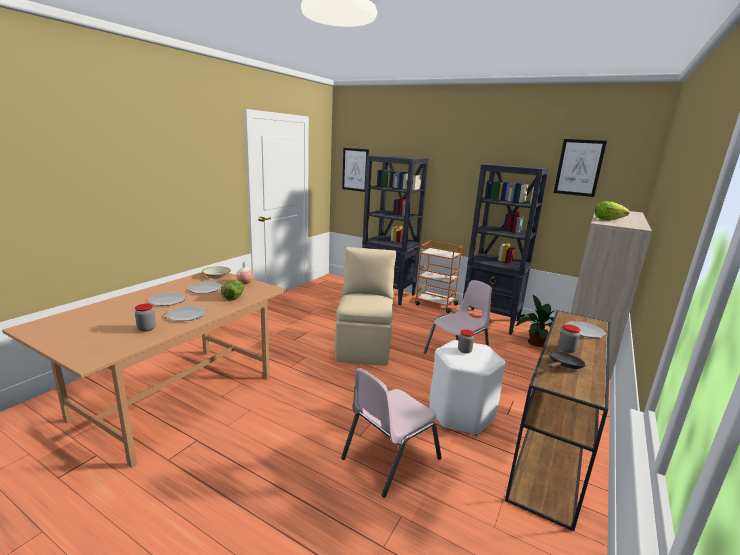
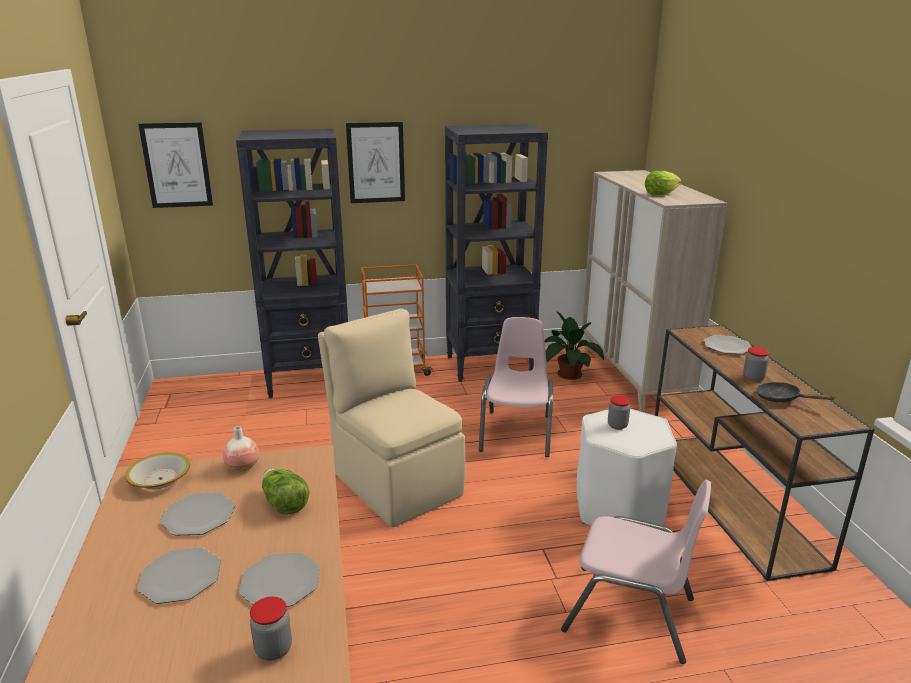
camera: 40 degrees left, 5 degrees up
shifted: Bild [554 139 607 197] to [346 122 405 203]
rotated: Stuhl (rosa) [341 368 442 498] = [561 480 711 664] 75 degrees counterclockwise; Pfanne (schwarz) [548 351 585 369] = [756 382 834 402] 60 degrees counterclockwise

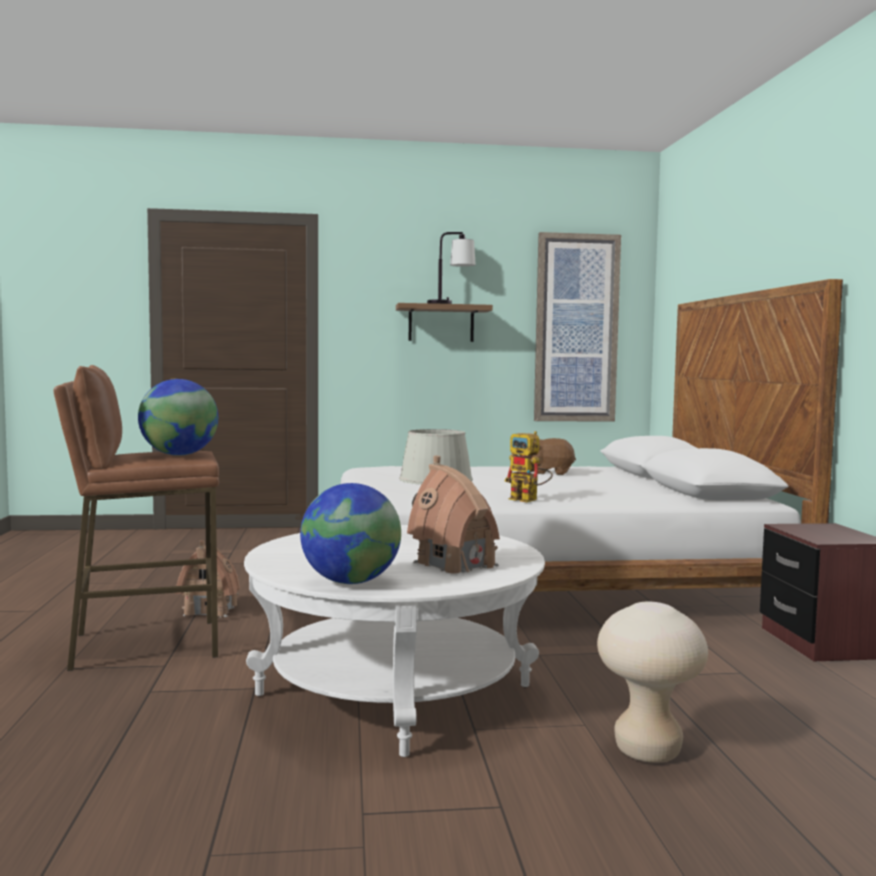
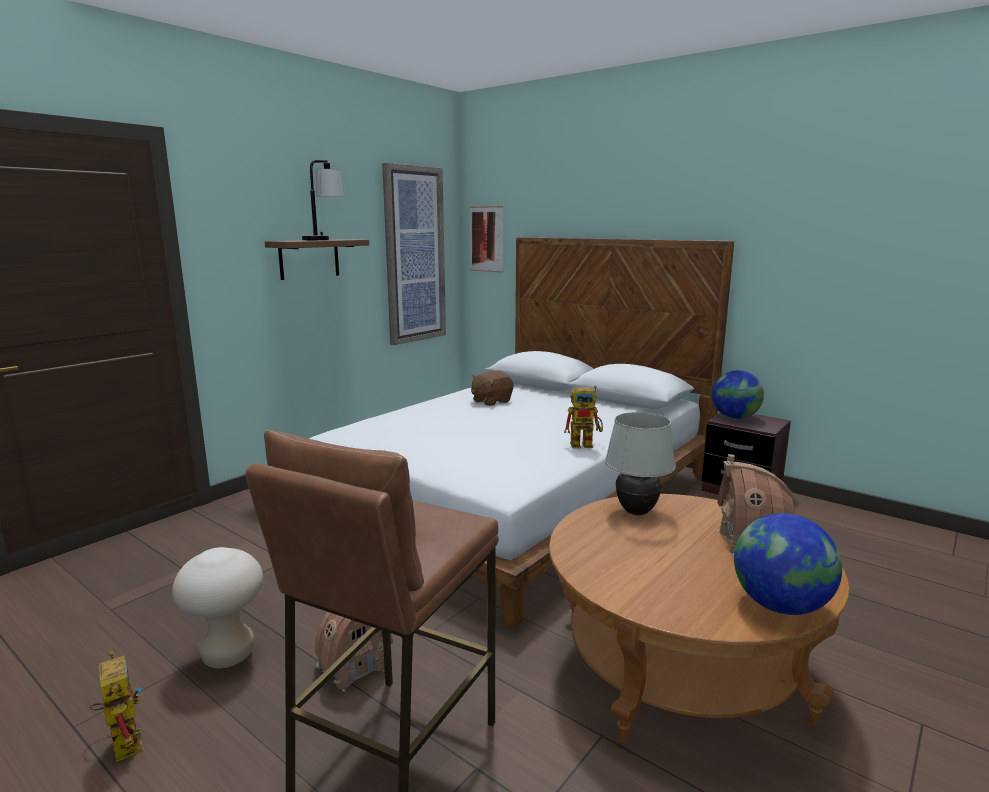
camera: 45 degrees left, 10 degrees up
new: Spielzeugroboter [90 651 143 762]; Bild [470 206 503 273]
shifted: Globus [138 379 218 456] to [712 370 764 419]; Hocker (beige) [597 602 708 763] to [172 547 263 668]
repainted: Couchtisch (weiß) [244 525 545 757] to Couchtisch (braun) [549 494 850 743]

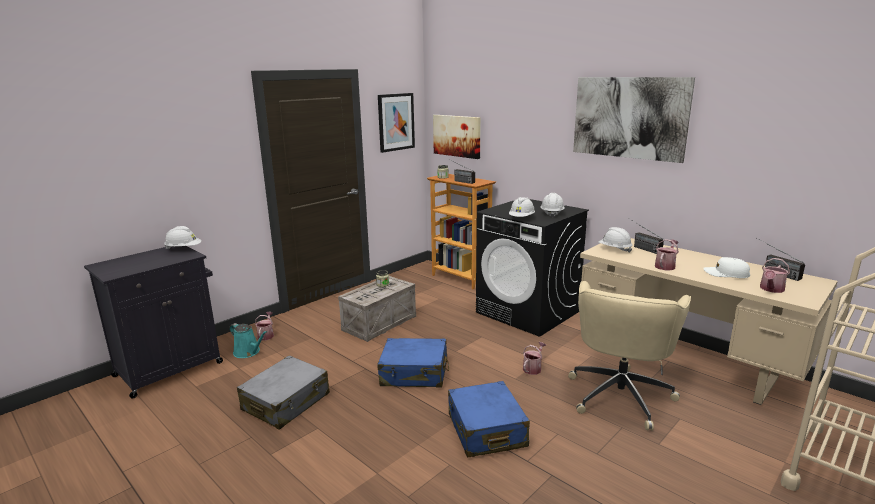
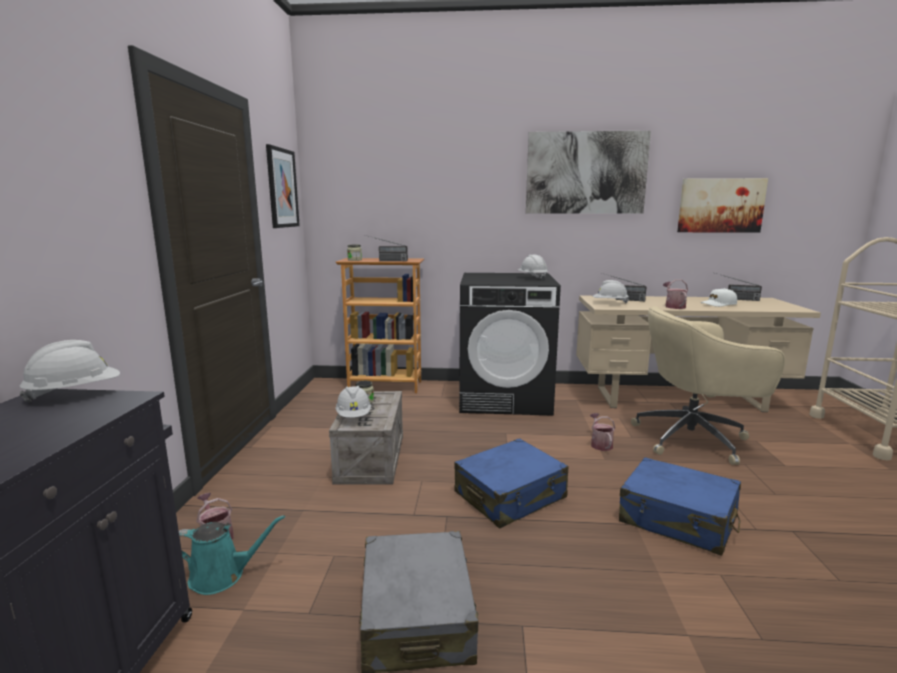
camera: 40 degrees left, 5 degrees down
gone: Gießkanne [760 258 790 293]
shifted: Bild [433 115 481 159] to [677 178 768 233]; Schutzhelm (weiß) [509 197 535 217] to [335 386 371 418]
rotated: Bürostuhl (beige) [568 281 691 431] = [631 306 785 465] 105 degrees clockwise

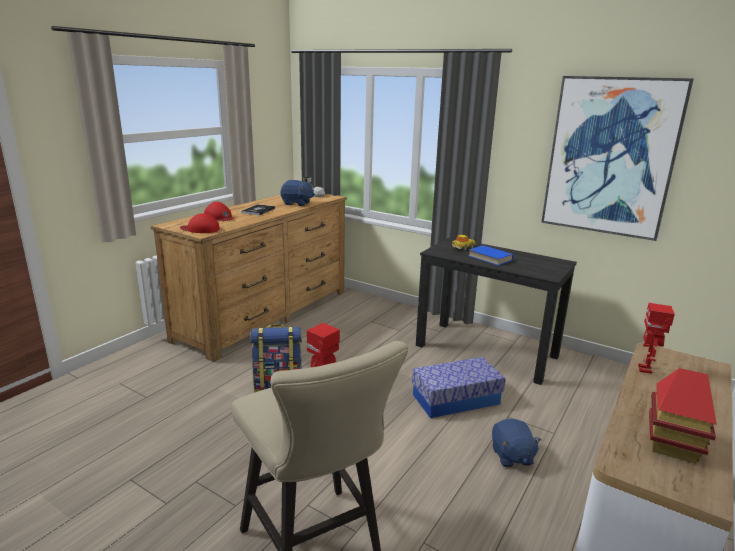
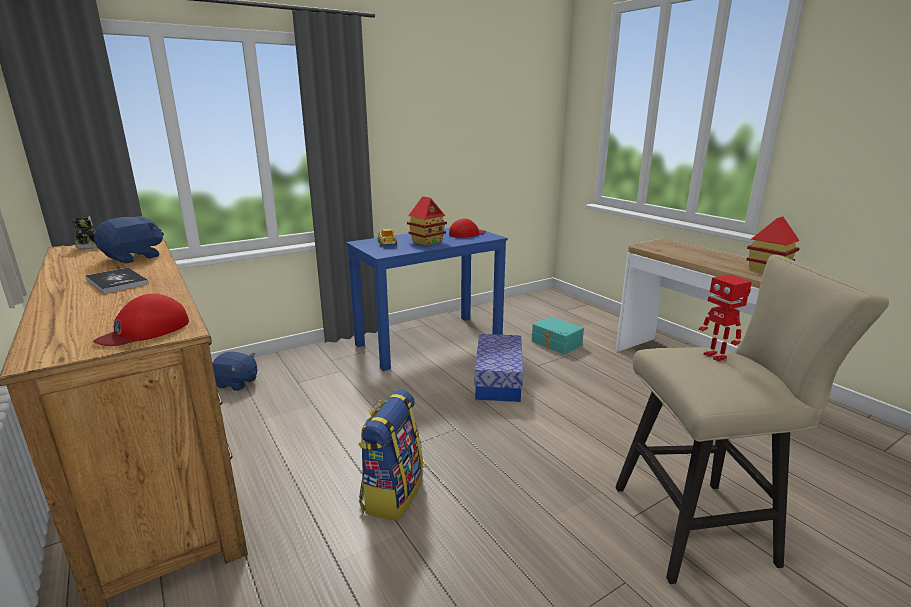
camera: 65 degrees left, 0 degrees up
gone: Bild [541 76 694 241]; Spielzeugroboter [638 303 675 374]
new: Aufbewahrungsbox (türkis) [532 317 584 354]
shifted: Kappe (rot) [204 202 235 221] to [449 218 486 238]; Plüschtier (blau) [492 419 542 467] to [212 352 257 391]
swapped: Buch (blau) [468 245 513 265] to Spielzeughaus [407 196 447 246]
repainted: Schreibtisch (schwarz) [416 238 577 385] to Schreibtisch (blau) [346 228 508 371]

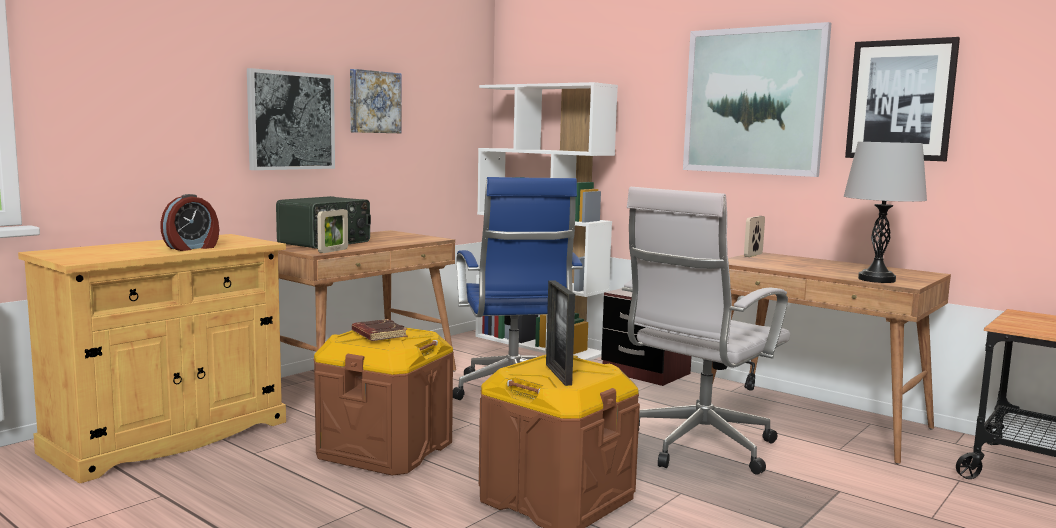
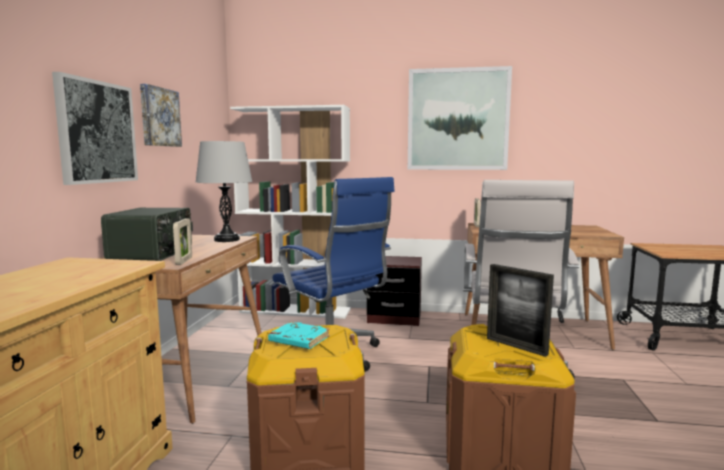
camera: 30 degrees left, 0 degrees up
gone: Wecker [160 194 219 251]; Bild [845 37 960 161]
shifted: Tischlampe (grau) [844 142 927 283] to [196 141 252 242]
repainted: Buch (braun) [352 319 407 341] to Buch (türkis) [268 322 330 349]

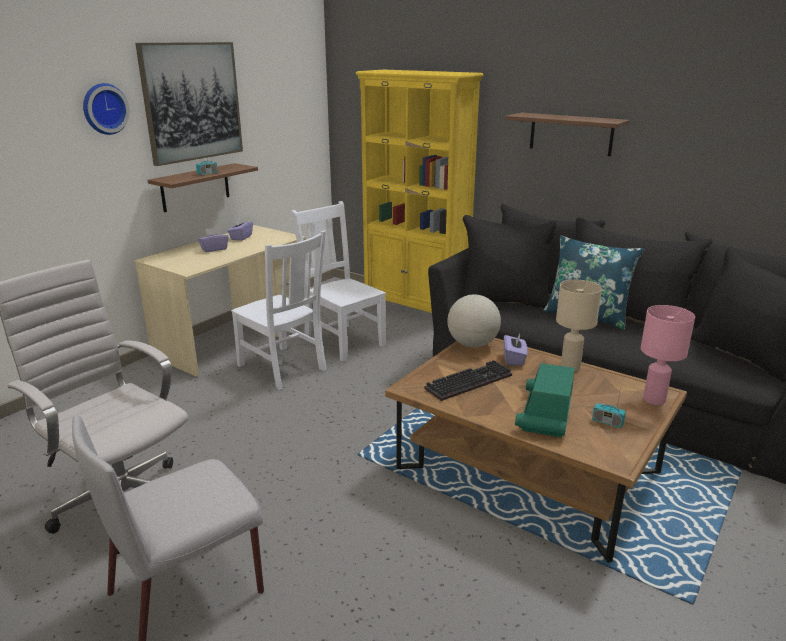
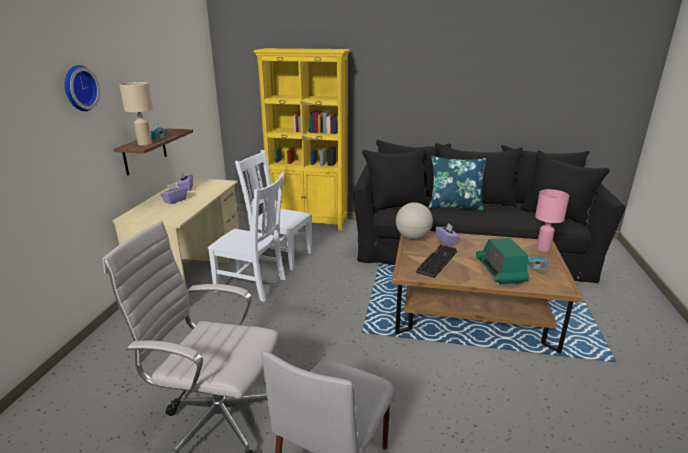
camera: 25 degrees left, 0 degrees up
gone: Bild [135 42 243 166]; Wandregal [505 113 630 156]
shifted: Tischlampe (beige) [556 280 602 371] to [119 82 153 146]

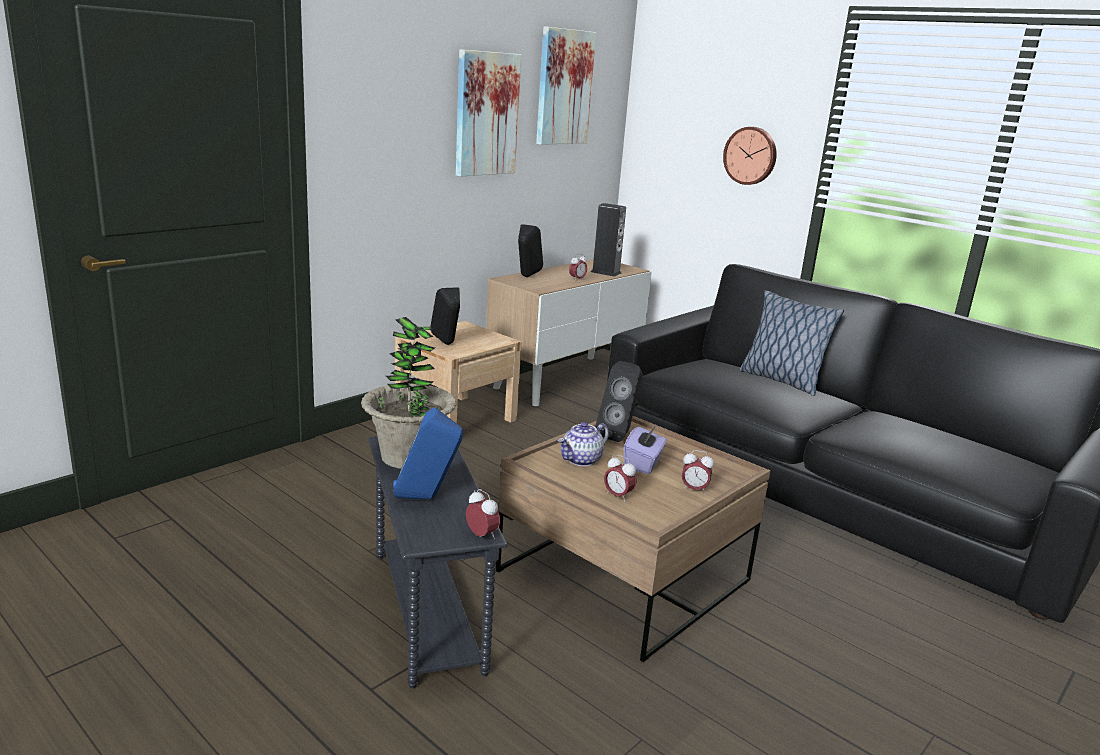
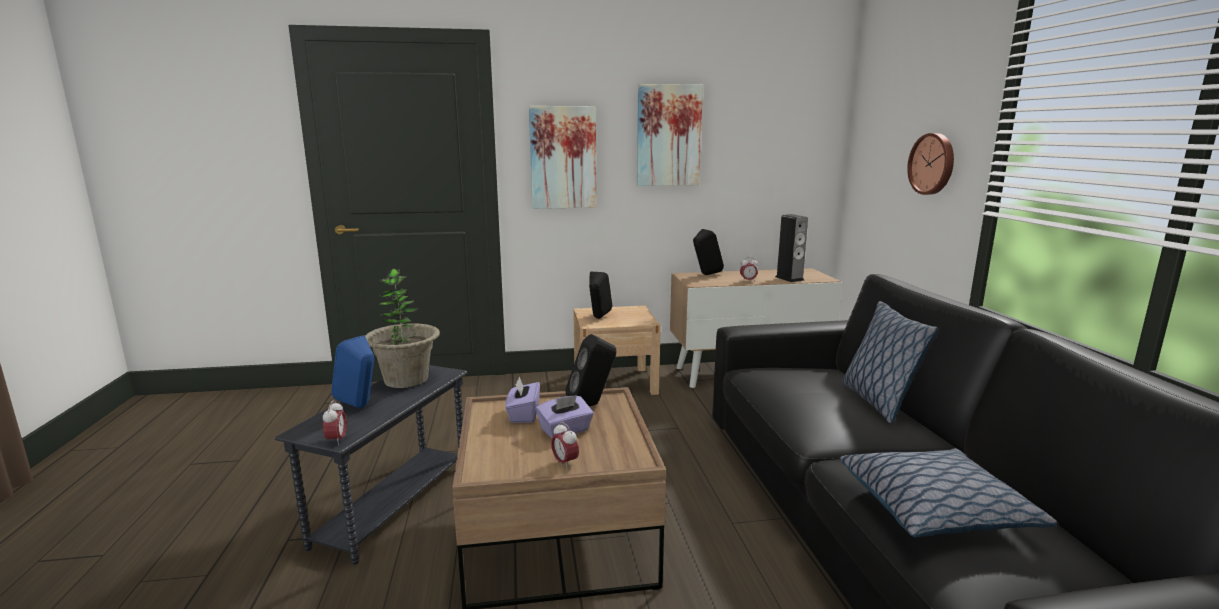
camera: 40 degrees right, 5 degrees down
gone: Wecker [604 455 637 502]
new: Kissen [840 448 1057 537]
shifted: Bild [536 27 596 145] to [529 106 596 209]
swapped: Teekanne [558 422 609 466] to Taschentuchbox (lila) [505 376 540 423]

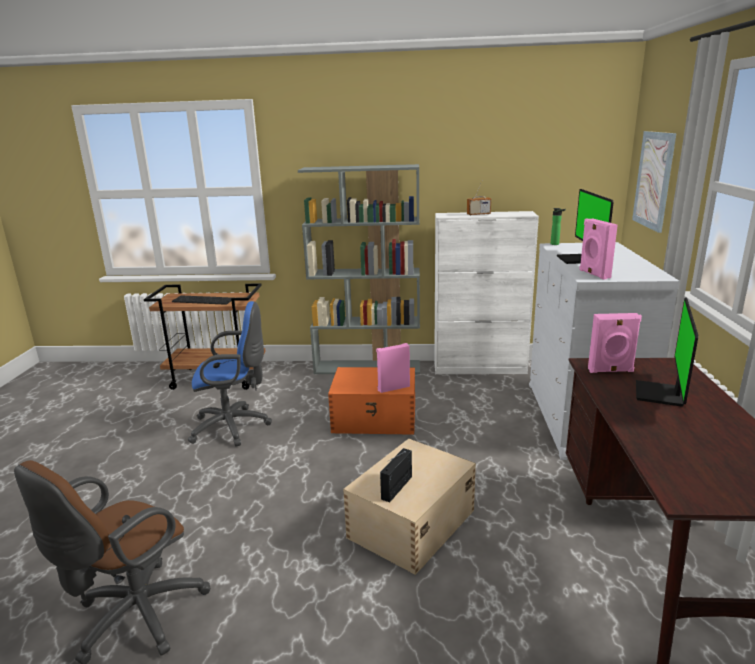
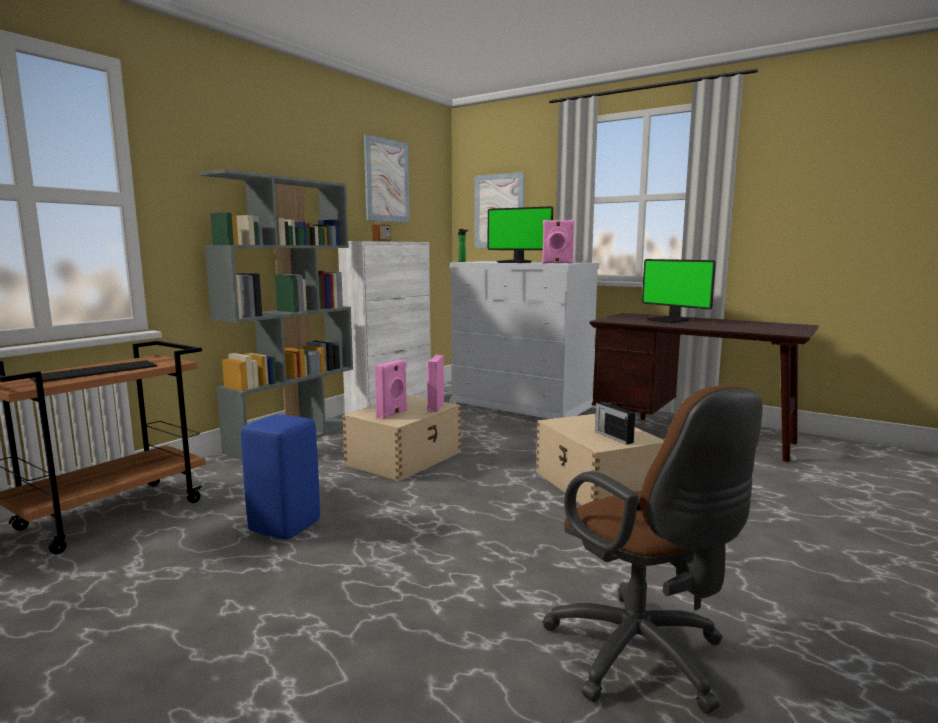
camera: 60 degrees left, 10 degrees down
new: Bild [364 134 410 223]
shifted: Lautsprecher (rosa) [588 313 642 373] to [375 360 407 419]
swapped: Bürostuhl (blau) [188 301 272 447] to Hocker (blau) [241 414 320 539]
repainted: Aufbewahrungsbox (orange) [328 367 415 435] to Aufbewahrungsbox (beige) [342 395 461 481]

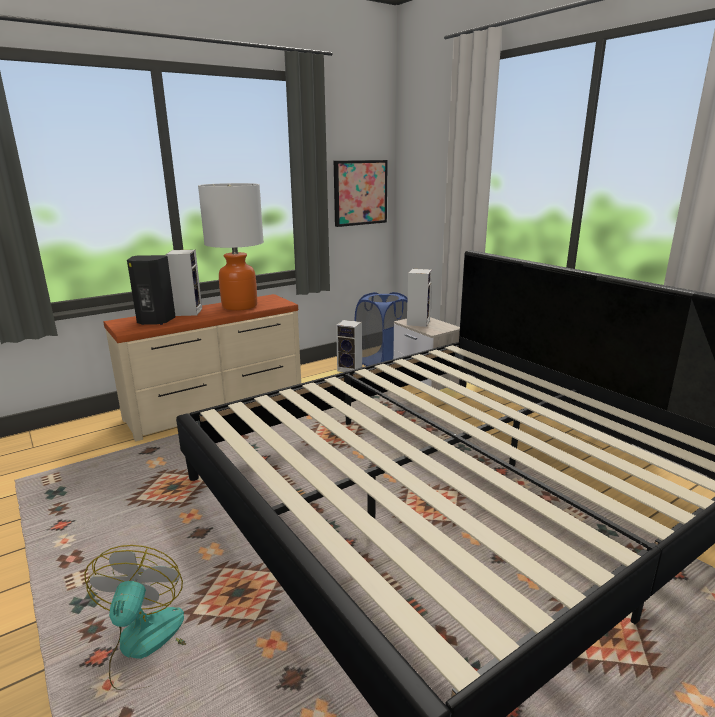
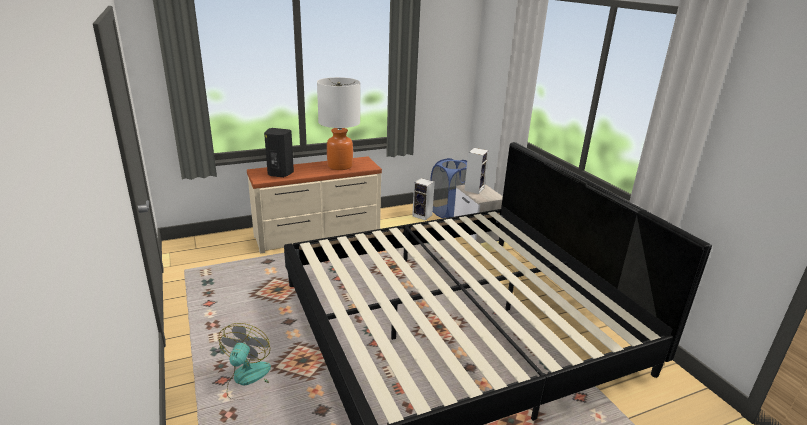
camera: 10 degrees right, 5 degrees up
gone: Lautsprecher [165 250 202 316]; Bild [334 160 388 227]

